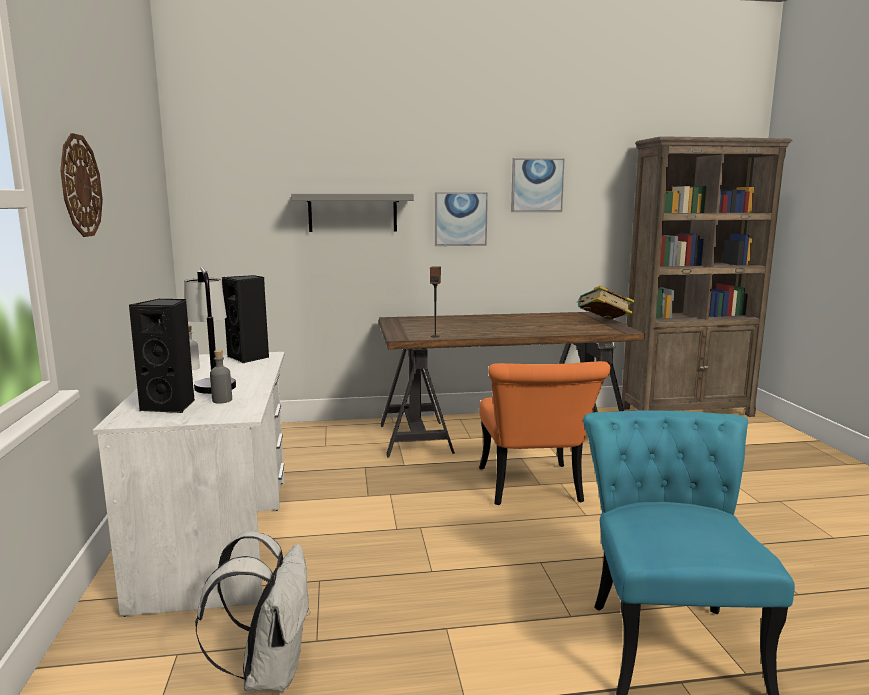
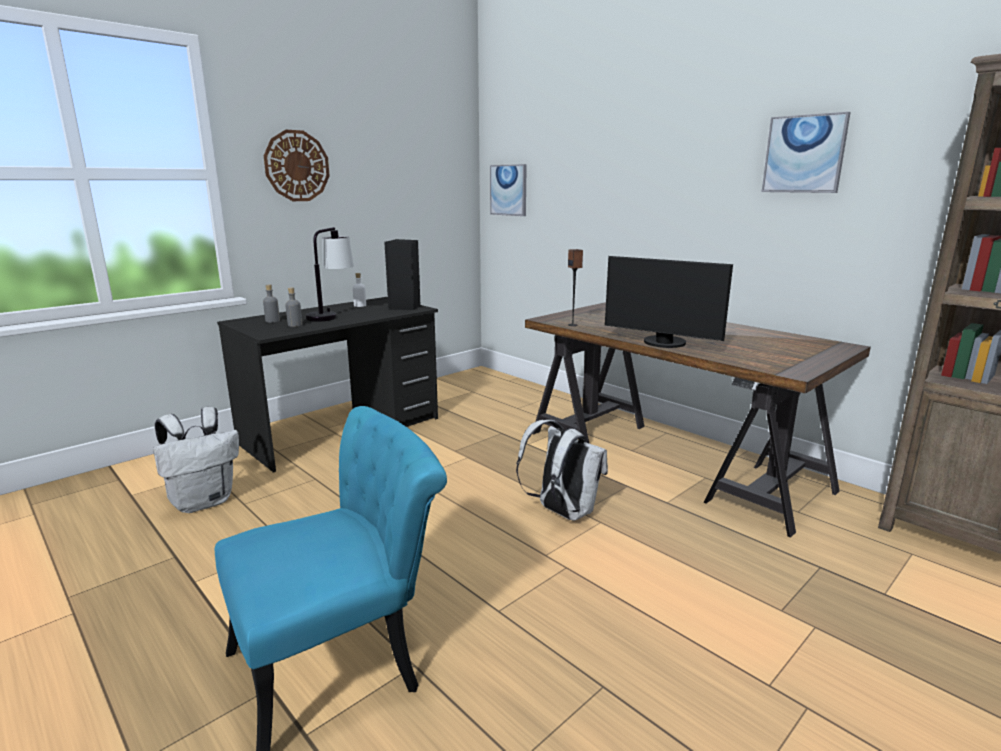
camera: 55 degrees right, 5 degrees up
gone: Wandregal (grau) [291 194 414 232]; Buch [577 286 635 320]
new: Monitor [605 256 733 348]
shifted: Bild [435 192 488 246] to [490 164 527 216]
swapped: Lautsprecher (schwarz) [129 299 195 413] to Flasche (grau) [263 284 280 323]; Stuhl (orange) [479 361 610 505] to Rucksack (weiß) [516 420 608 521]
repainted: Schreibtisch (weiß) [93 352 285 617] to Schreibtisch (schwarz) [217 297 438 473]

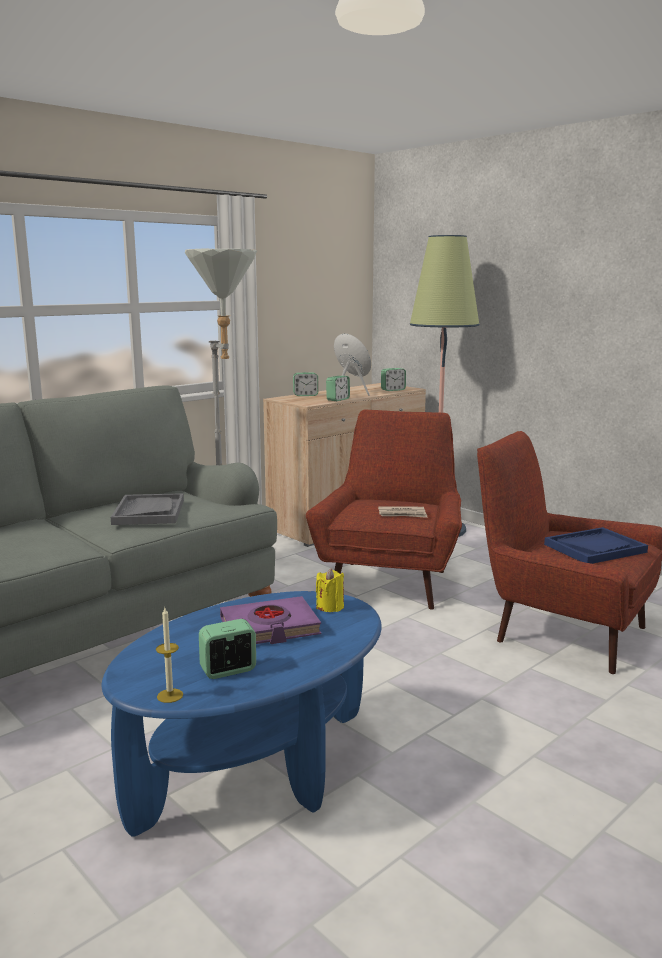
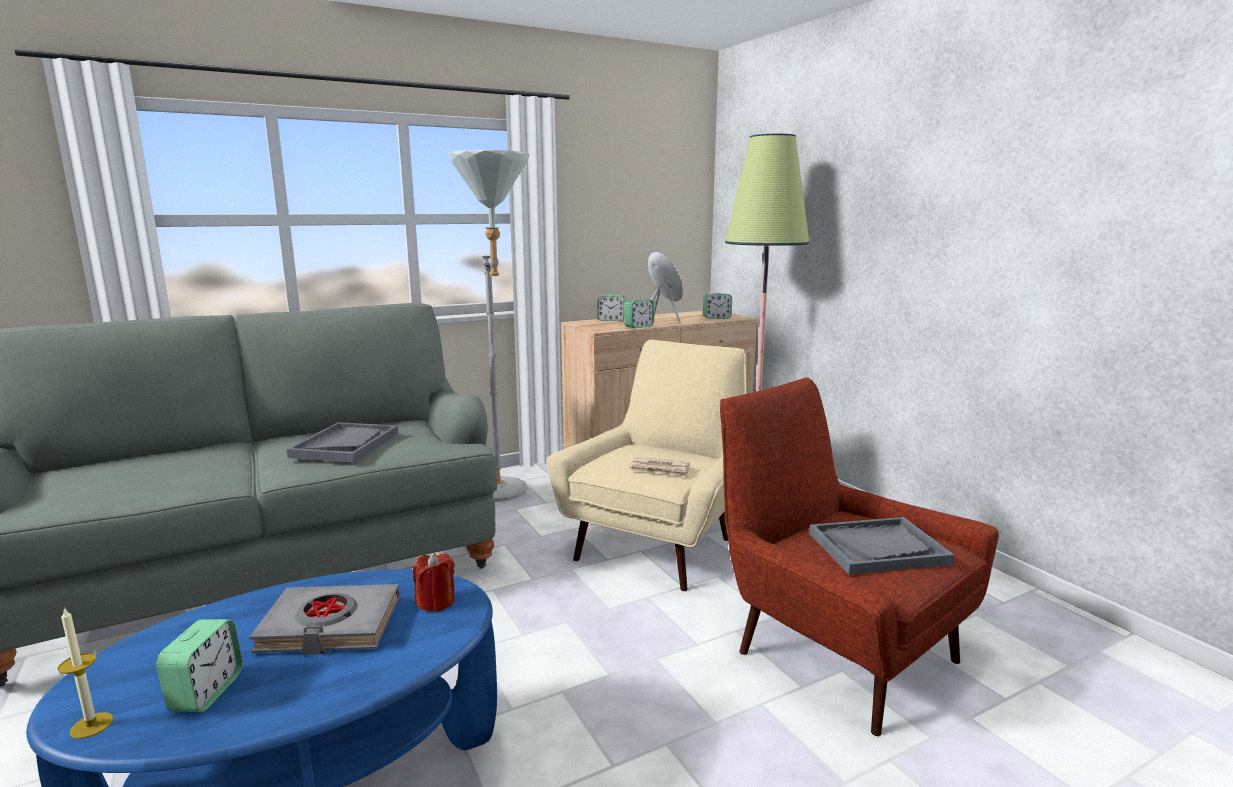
camera: 15 degrees right, 0 degrees up
repainted: Buch (lila) [220 596 321 644] to Buch (grau) [249 584 400 655]; Sessel (rot) [306 410 462 610] to Sessel (beige) [546 339 747 591]; Kerze (gelb) [316 568 344 612] to Kerze (rot) [413 553 455 612]; Tablett (blau) [544 527 648 564] to Tablett (grau) [809 517 955 575]
rotated: Wecker [199 619 256 679] = [156 619 243 712] 105 degrees clockwise

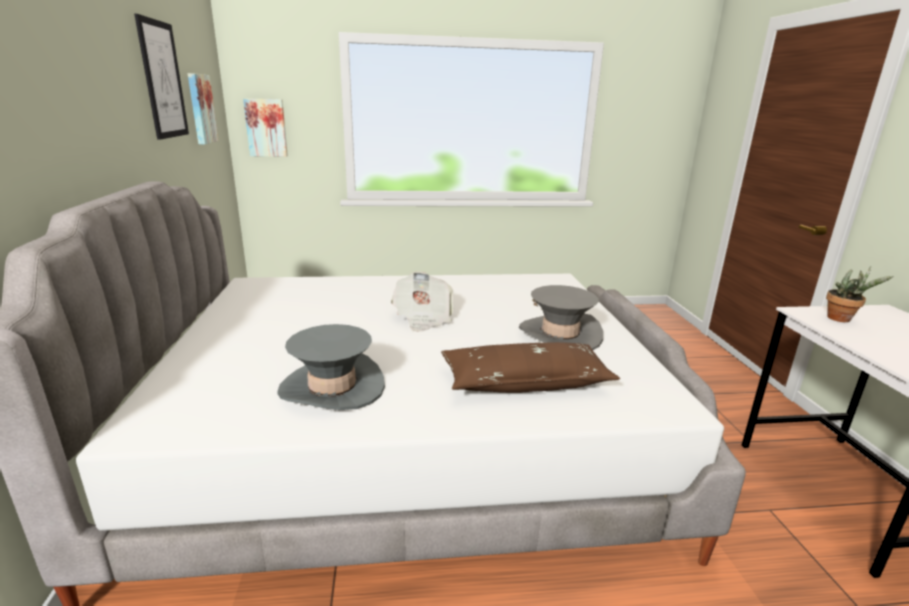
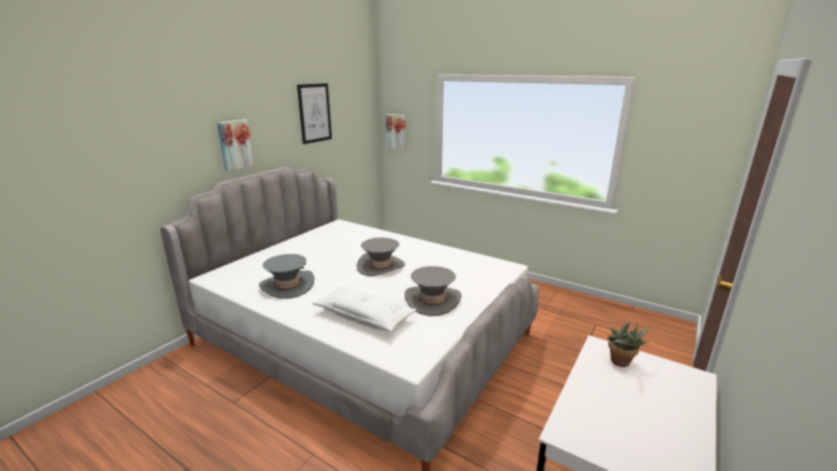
camera: 40 degrees right, 0 degrees up
shifted: Bild [188 73 219 144] to [217 119 254 171]
swapped: Zeitung [391 272 453 332] to Hut (grau) [357 237 405 276]
repainted: Kissen (braun) [441 342 620 393] to Kissen (weiß) [312 285 416 332]

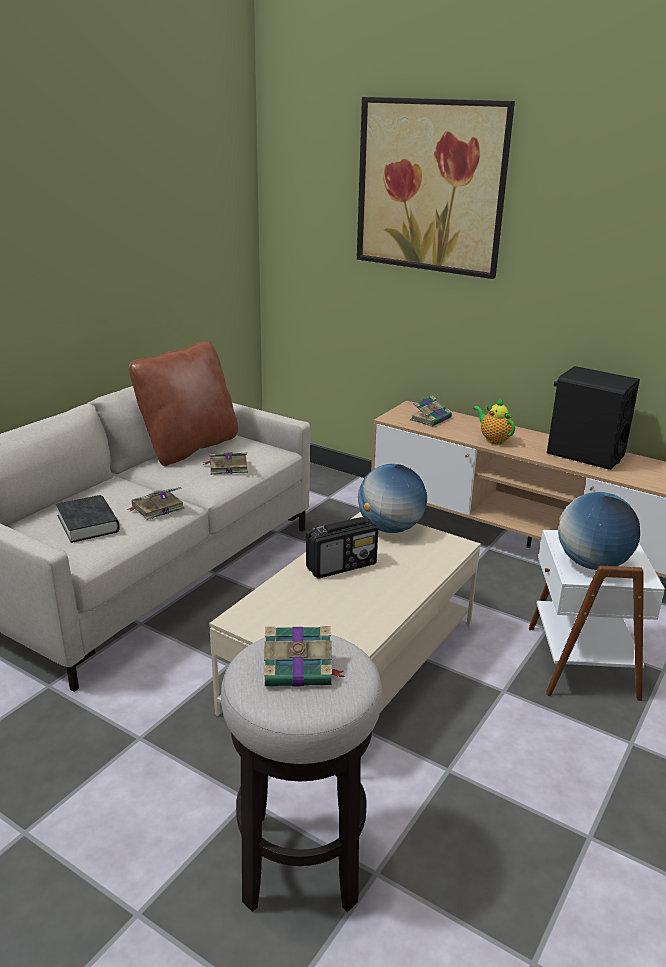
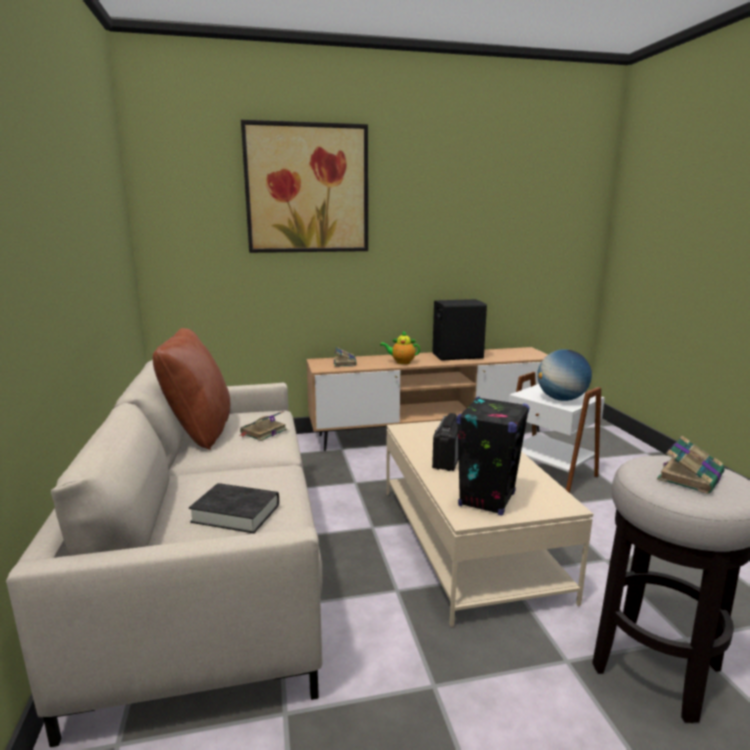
camera: 45 degrees left, 10 degrees down
gone: Buch [127 487 184 520]; Globus [358 464 427 533]
new: Lautsprecher (schwarz) [456 396 529 516]

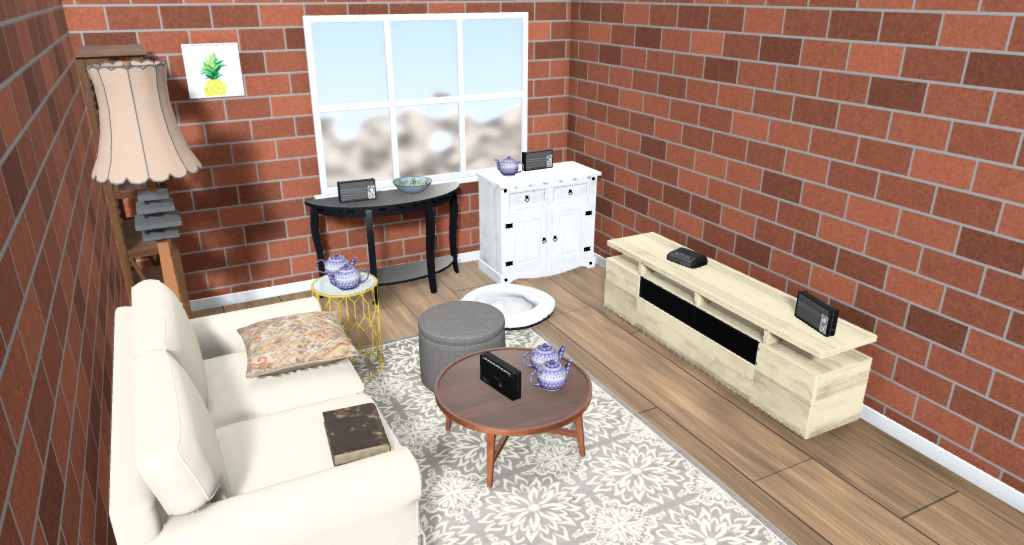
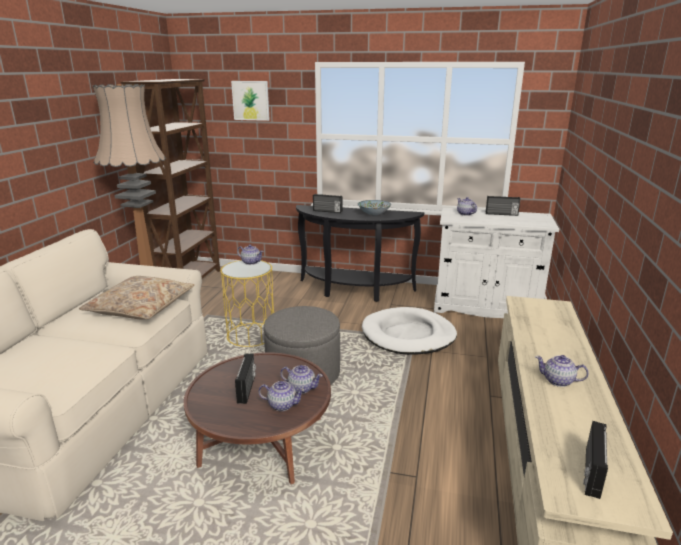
camera: 40 degrees right, 0 degrees up
gone: Buch (braun) [322 403 391 467]; Radio [667 247 707 268]
shifted: Teekanne [324 264 369 291] to [535 355 589 387]

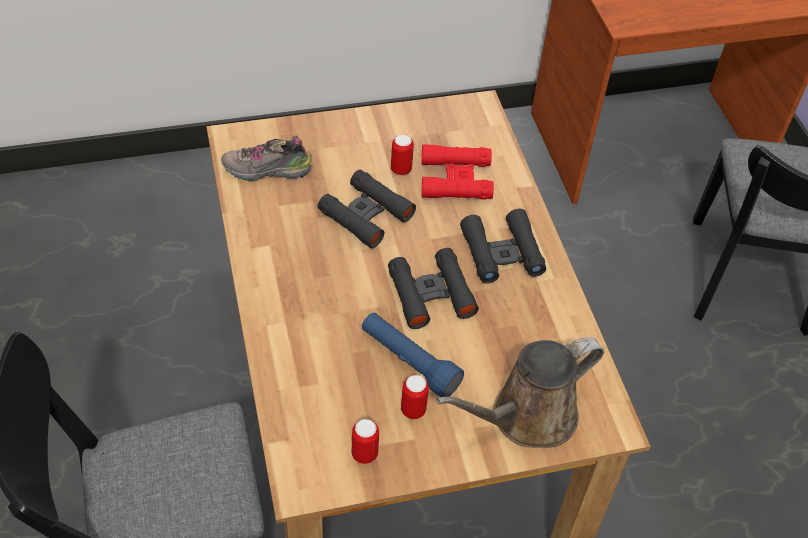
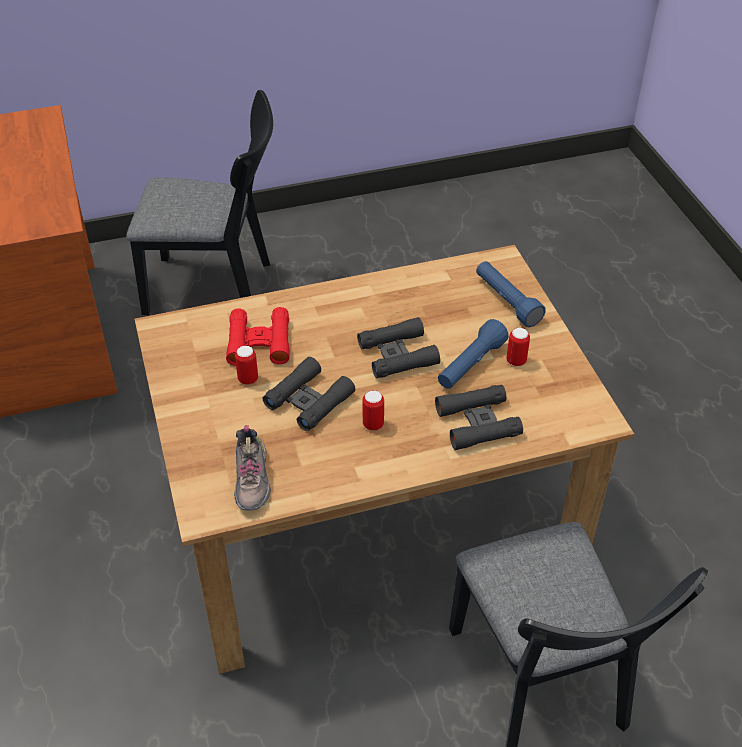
camera: 90 degrees left, 5 degrees down
shifted: Dose [352 419 379 464] to [362 390 384 430]; Fernglas (schwarz) [460 209 546 284] to [435 385 523 450]
swapped: Gießkanne (braun) [436 337 604 448] to Taschenlampe (blau) [476 261 546 327]

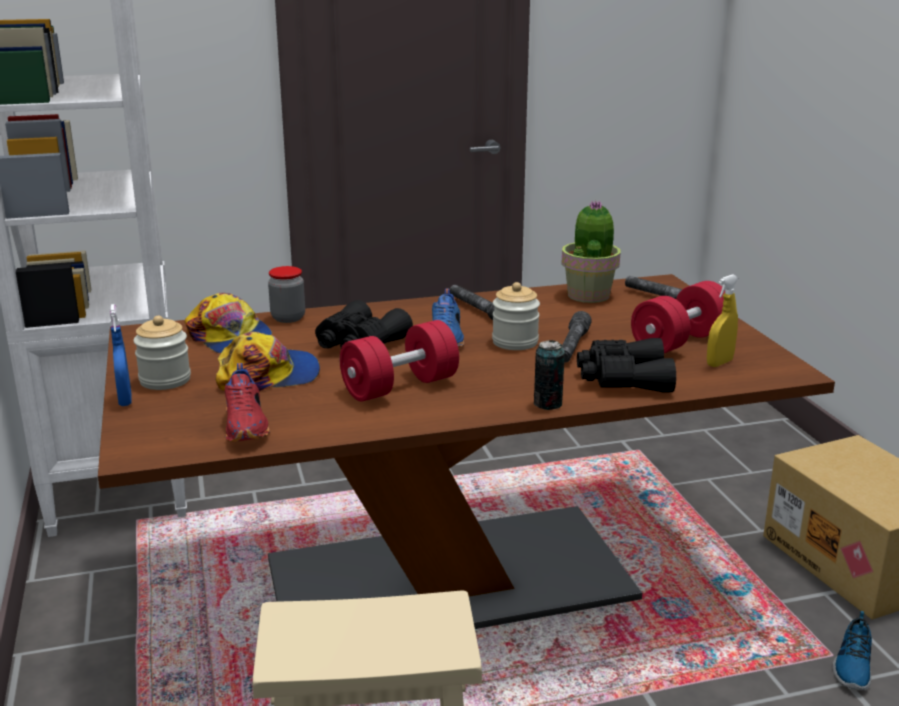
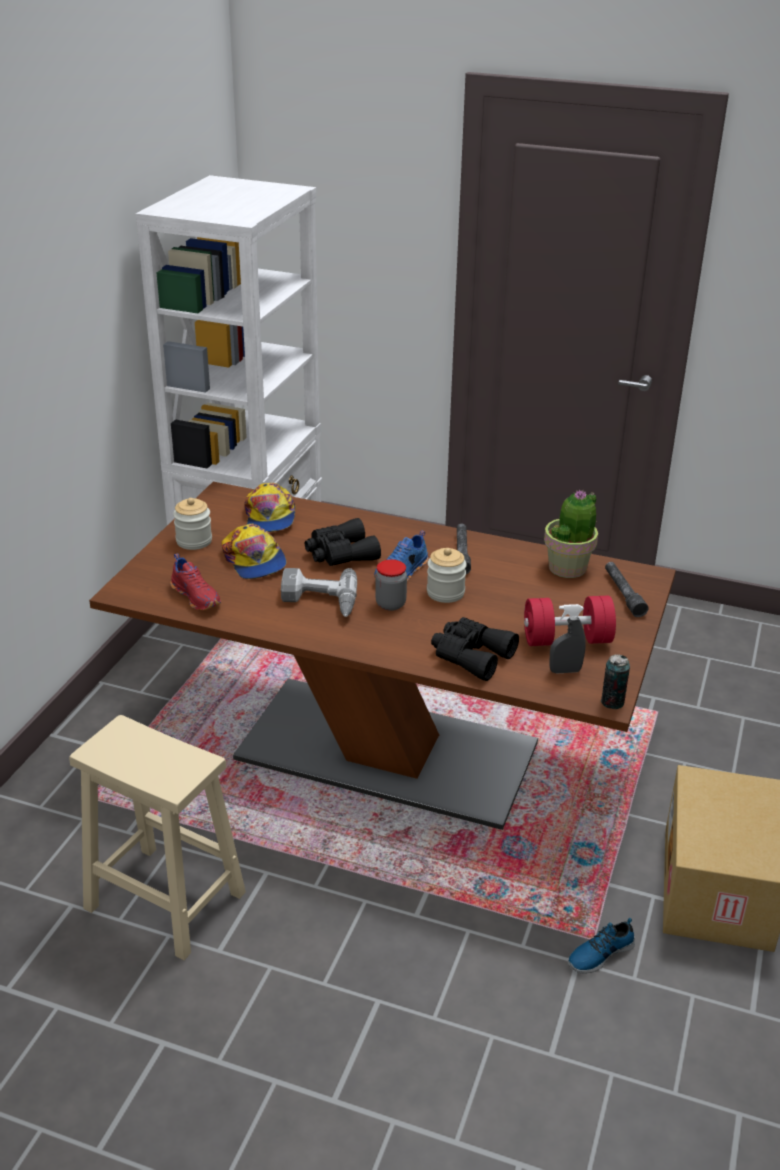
camera: 35 degrees right, 10 degrees up
gone: Sprühflasche (blau) [110 304 132 406]; Taschenlampe (grau) [562 311 592 363]
shifted: Vorratsglas [268 266 305 323] to [375 559 407 611]; Dose [534 340 565 410] to [601 654 630 709]
swapped: Hantel (rot) [340 320 459 402] to Bohrmaschine [281 568 357 617]
repainted: Sprühflasche (gelb) [707 274 738 367] to Sprühflasche (grau) [549 604 586 674]
rotated: Kappe [216 332 320 391] = [221 524 286 579] 45 degrees clockwise; Schuh (rot) [225 363 270 442] = [170 553 221 610] 60 degrees counterclockwise

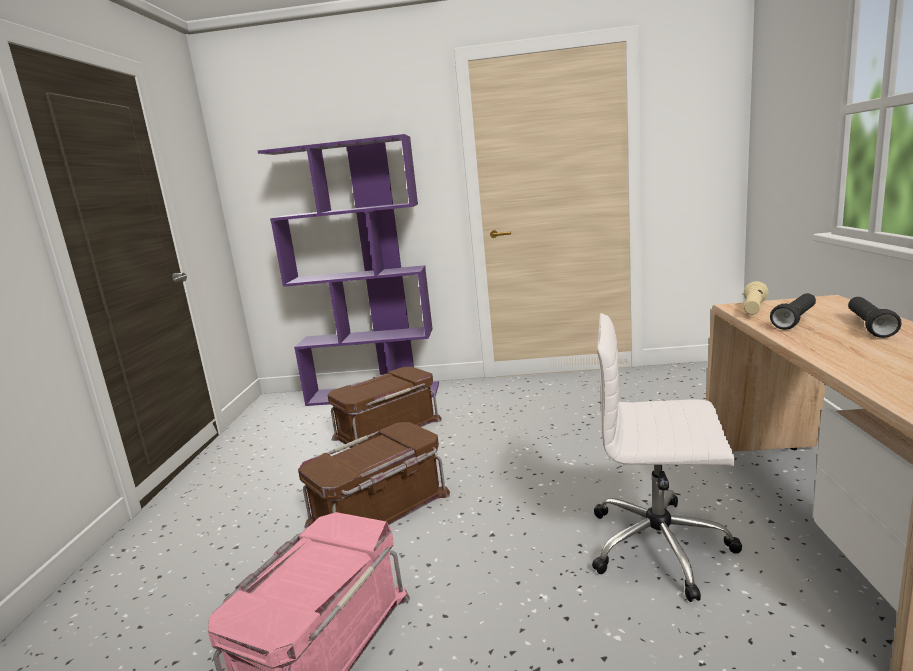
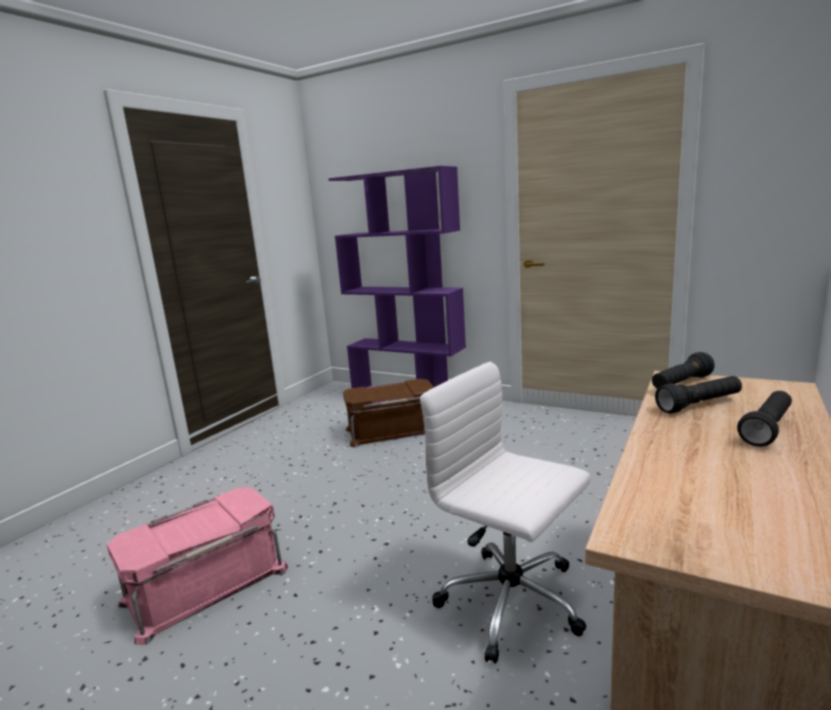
camera: 25 degrees right, 0 degrees up
gone: Aufbewahrungsbox (braun) [298 422 450 528]
repainted: Taschenlampe (beige) [744 281 768 315] to Taschenlampe (schwarz) [652 352 715 389]

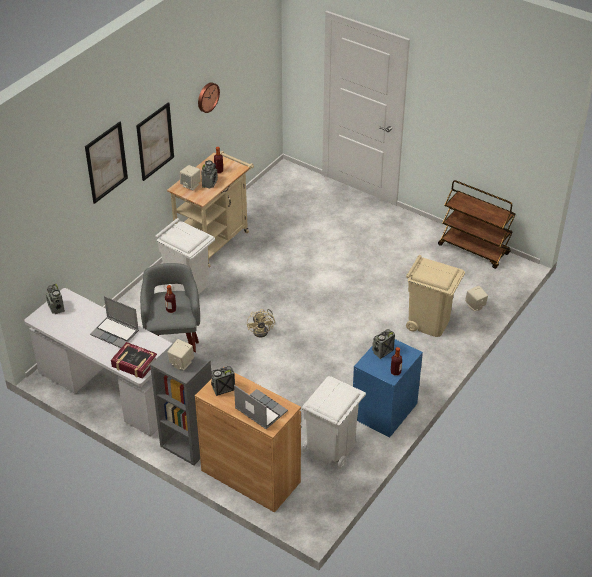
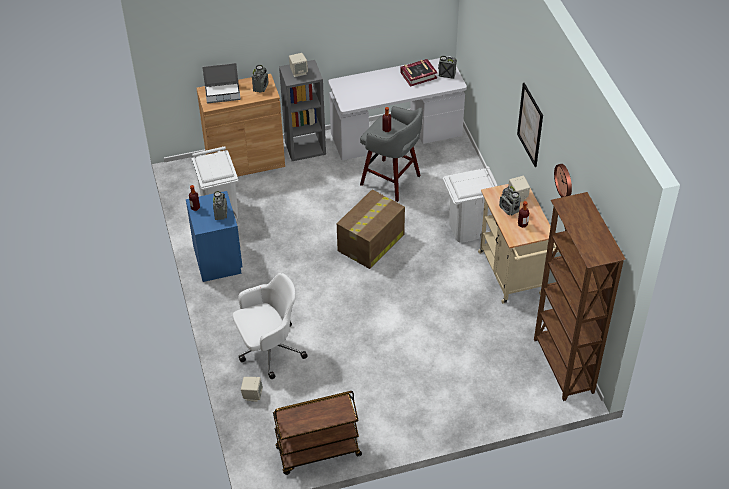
camera: 130 degrees right, 5 degrees up
gone: Bild [85 122 128 204]; Laptop [90 296 139 348]
new: Bücherregal (braun) [534 192 626 401]
shifted: Buch [111 342 157 379] to [400 59 438 87]
swapped: Ventilator (beige) [247 309 275 337] to Karton [337 190 405 269]; Mülleimer (beige) [406 255 465 337] to Bürostuhl (weiß) [233 273 308 379]

